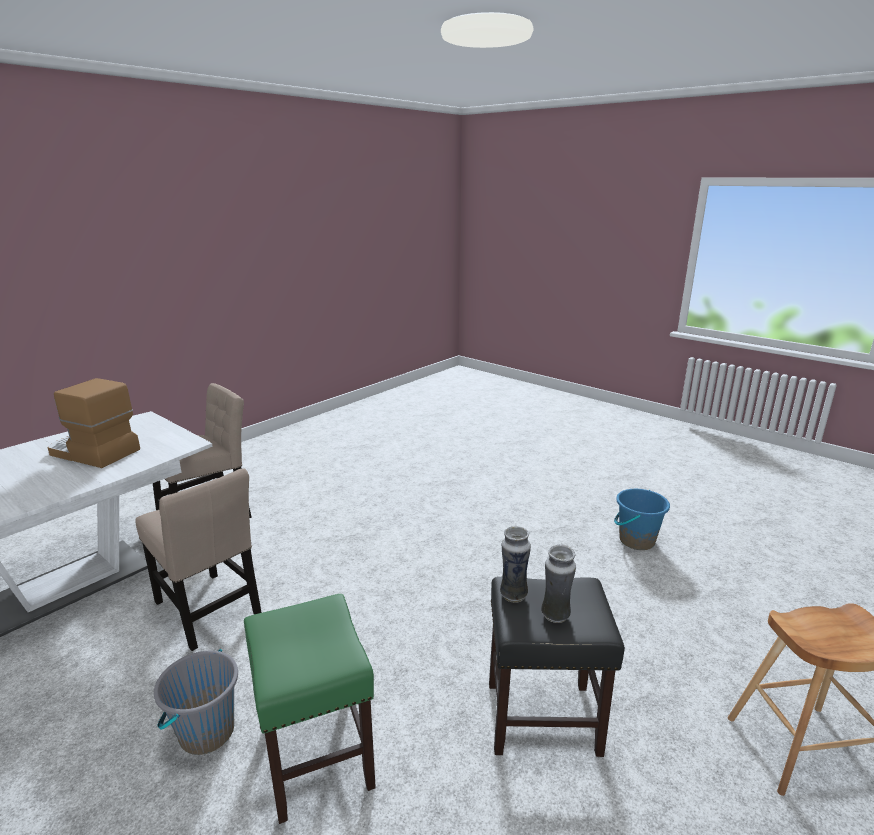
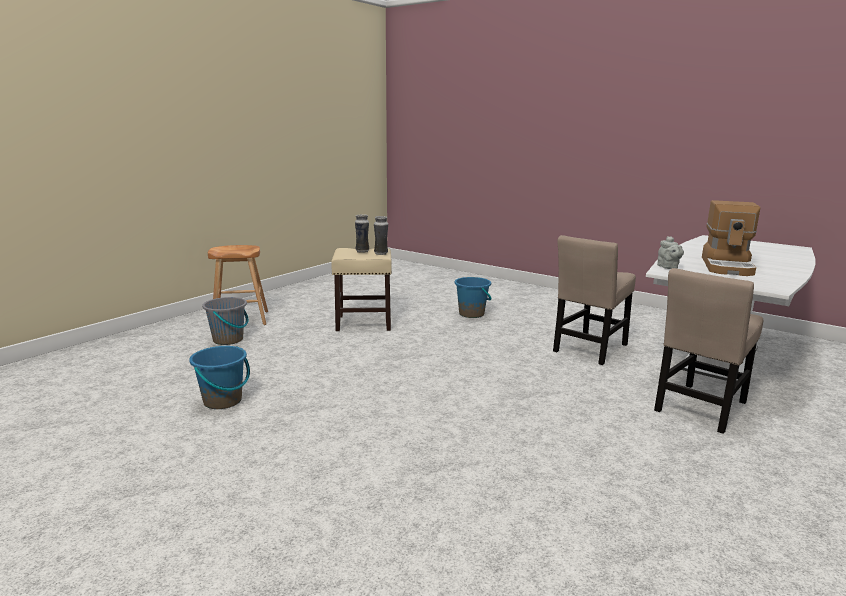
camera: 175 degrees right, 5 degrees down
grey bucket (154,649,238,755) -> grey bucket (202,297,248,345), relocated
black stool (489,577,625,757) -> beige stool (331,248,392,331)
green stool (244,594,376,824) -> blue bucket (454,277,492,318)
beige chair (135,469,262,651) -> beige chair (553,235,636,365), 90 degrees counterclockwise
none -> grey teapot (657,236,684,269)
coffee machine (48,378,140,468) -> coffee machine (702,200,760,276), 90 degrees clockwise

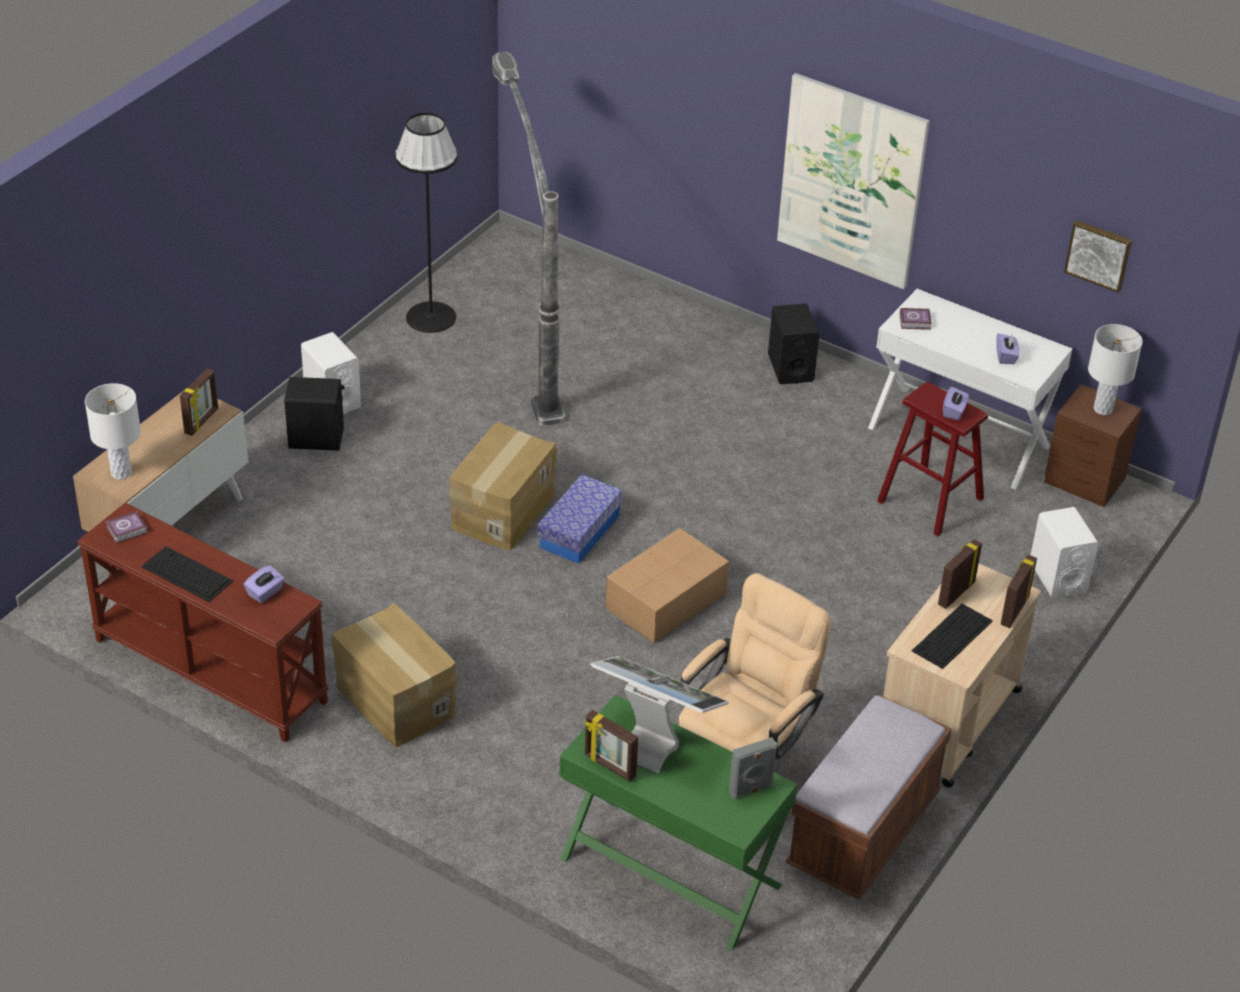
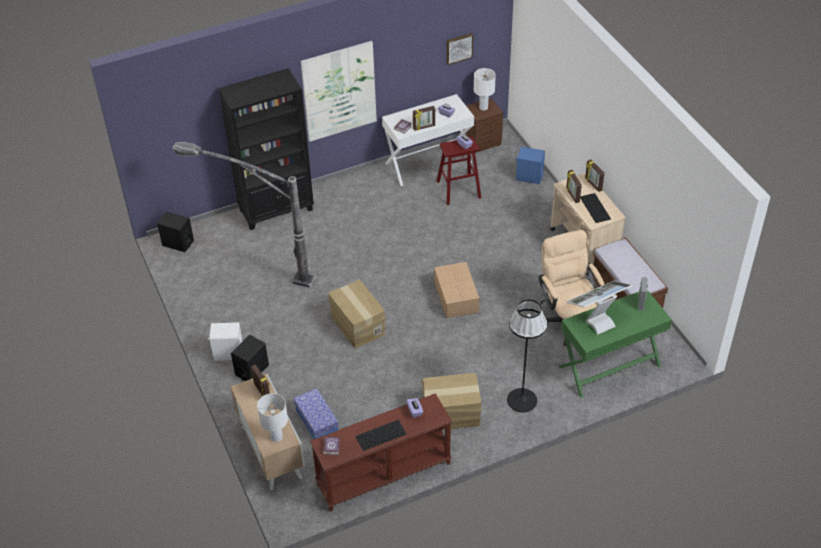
camera: 55 degrees left, 5 degrees up
black speaker (768,304,819,384) -> black speaker (157,212,194,252), relocated
none -> black bookcase (218,68,314,230)
storage box (538,474,622,564) -> storage box (294,388,339,439), relocated
picture frame (585,710,638,782) -> picture frame (413,106,435,131), relocated
black floor lamp (395,113,458,333) -> black floor lamp (507,299,547,413), relocated
white speaker (1031,507,1099,598) -> blue speaker (516,147,545,184)

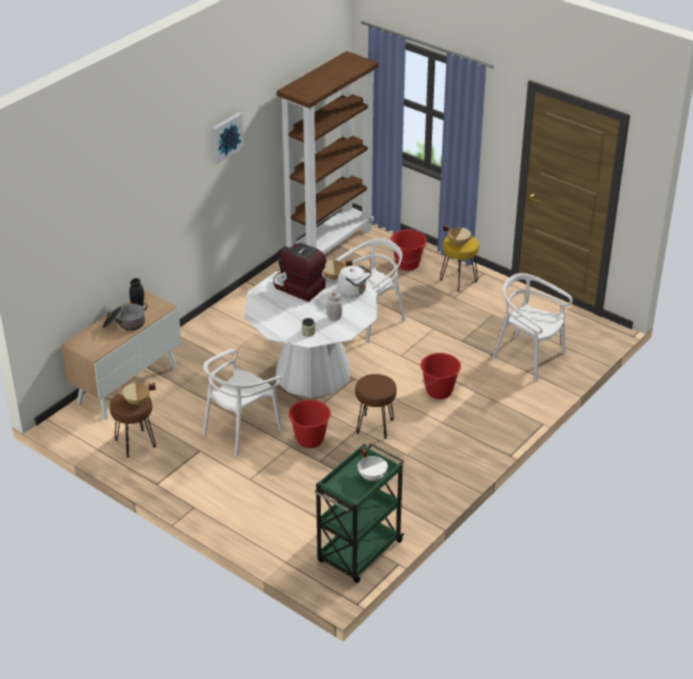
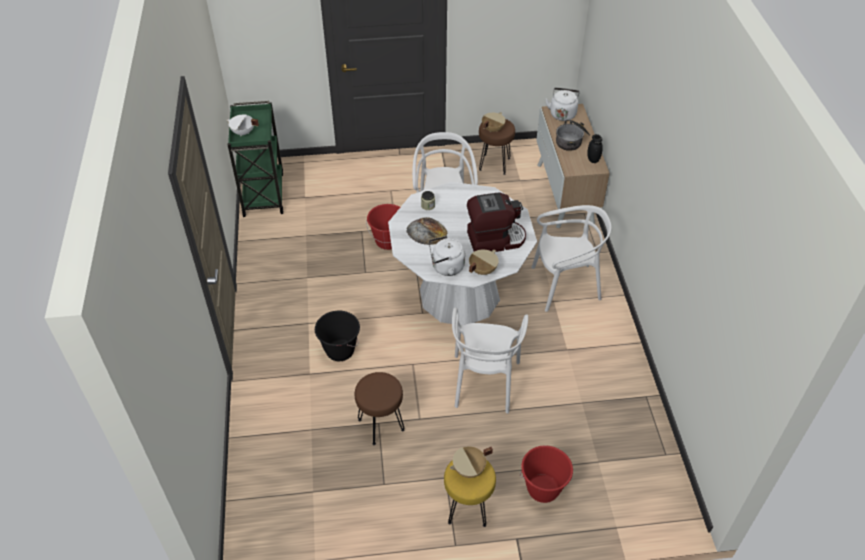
camera: 135 degrees right, 10 degrees up
red bucket (420,353,461,399) -> black bucket (315,311,360,361)
brown stool (355,374,397,439) -> brown stool (355,372,404,445), relocated
white jar (327,292,342,321) -> bread (407,217,448,245)
white chair (492,273,573,381) -> white chair (531,205,611,312), relocated
none -> white kettle (545,88,580,121)
picture (212,112,244,164) -> none
brown bookcase (277,51,378,254) -> none

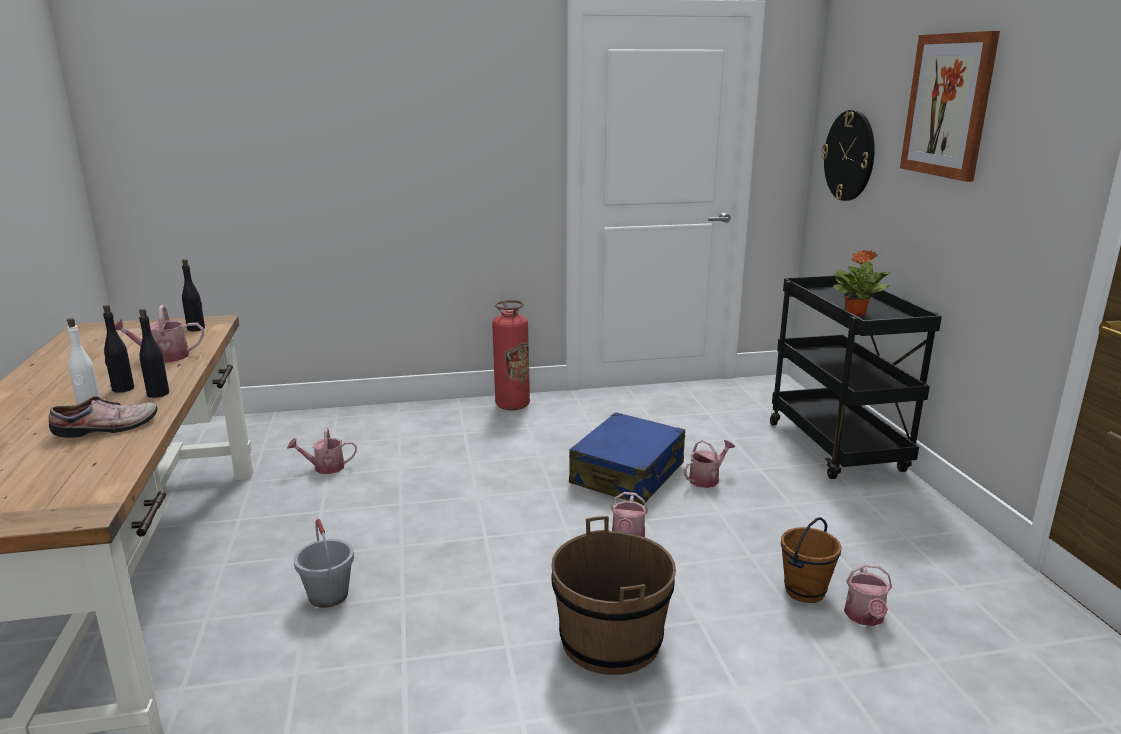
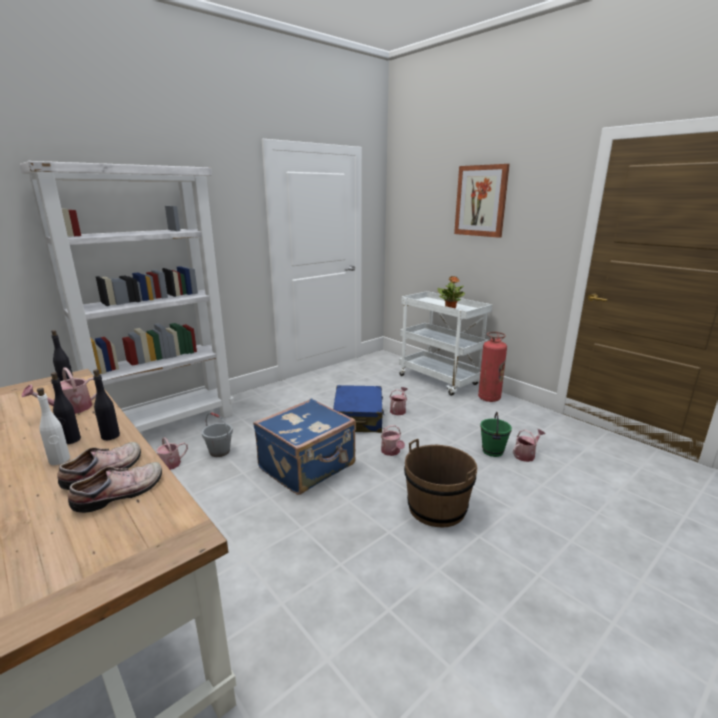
camera: 30 degrees left, 0 degrees up
none -> white bookcase (20,161,234,432)
none -> shoe (68,462,162,513)
grey bucket (294,519,354,608) -> grey bucket (202,412,233,457), relocated
none -> blue suitcase (253,399,356,495)
black cart (770,276,942,479) -> white cart (399,291,492,396)
fire extinguisher (492,300,530,410) -> fire extinguisher (478,332,507,402), relocated
brown bucket (781,517,842,603) -> green bucket (480,412,512,457)
watering can (844,564,892,626) -> watering can (513,429,545,462), 105 degrees counterclockwise
wall clock (822,110,875,201) -> none

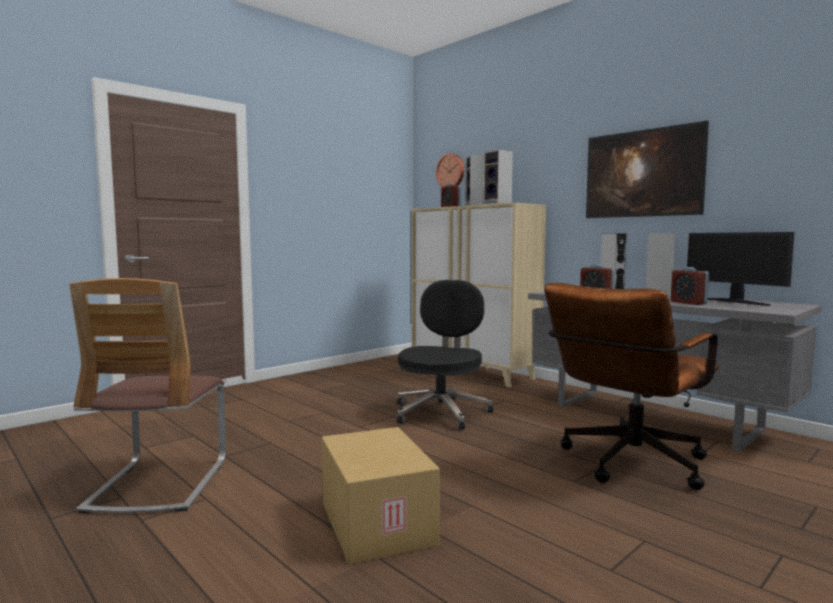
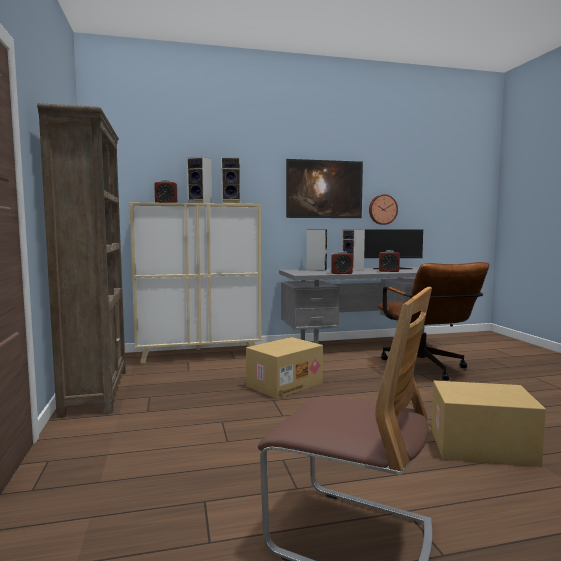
camera: 60 degrees left, 0 degrees up
none -> brown bookcase (37,103,126,418)
black office chair (397,280,493,430) -> cardboard box (246,337,323,399)
wall clock (436,154,464,187) -> wall clock (369,194,398,225), relocated

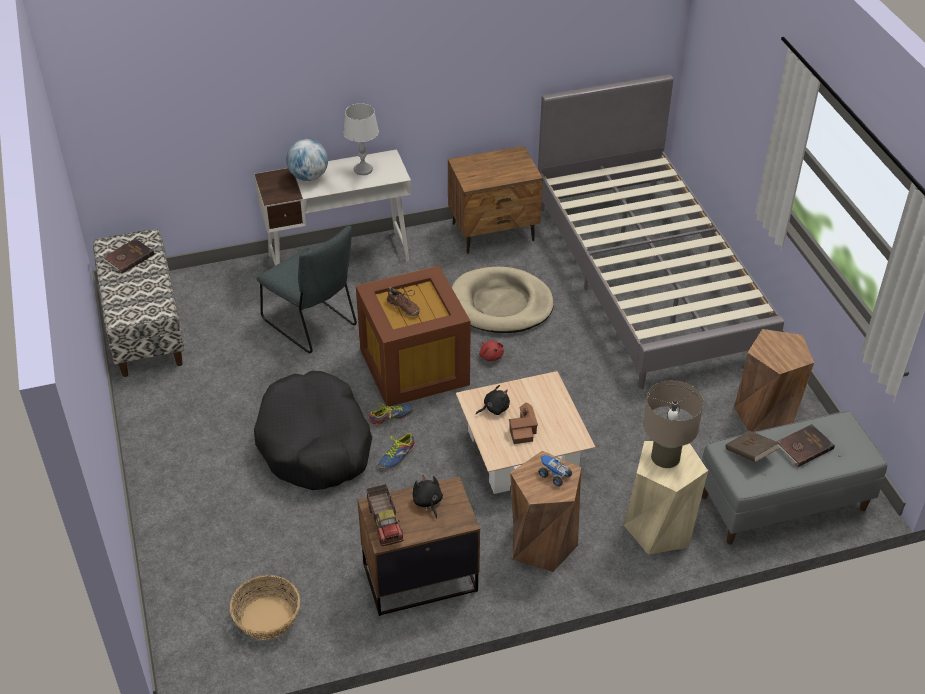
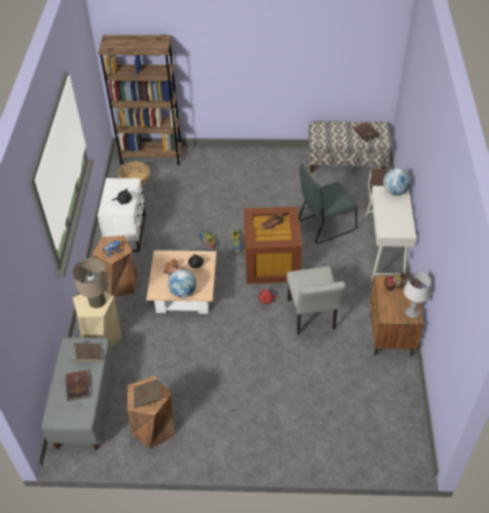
camera: 110 degrees right, 5 degrees up
brown nightstand (357,476,480,616) -> white nightstand (97,178,146,252)
none -> brown bookcase (98,35,182,165)
none -> brown book (134,379,160,408)
none -> globe (168,269,196,298)
beige dog bed (452,267,554,333) -> grey chair (287,266,346,335)
toy truck (366,484,403,546) -> toy truck (384,274,421,291), relocated
grey table lamp (343,103,379,175) -> grey table lamp (404,272,431,318), relocated
black dog bed (254,371,372,490) -> none
grey bed (538,74,784,389) -> none

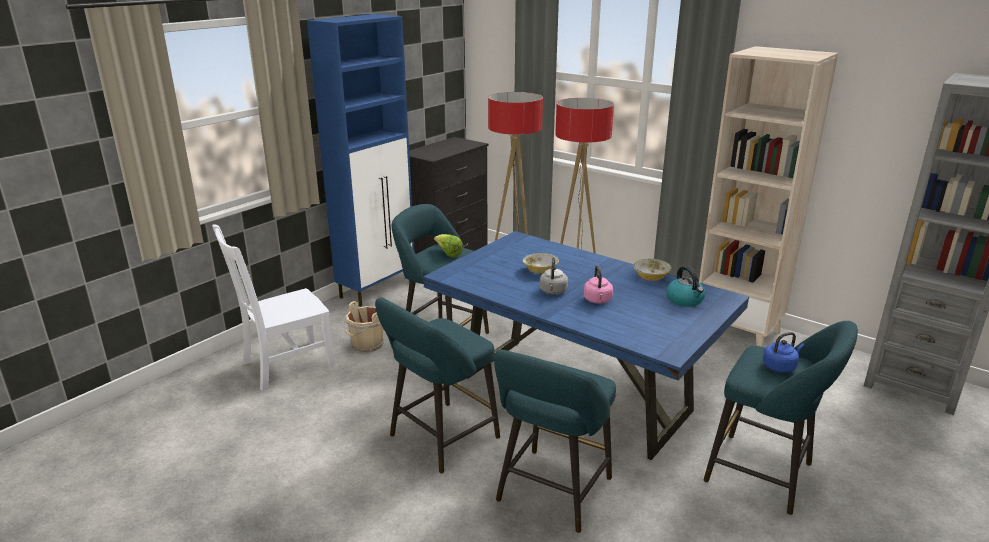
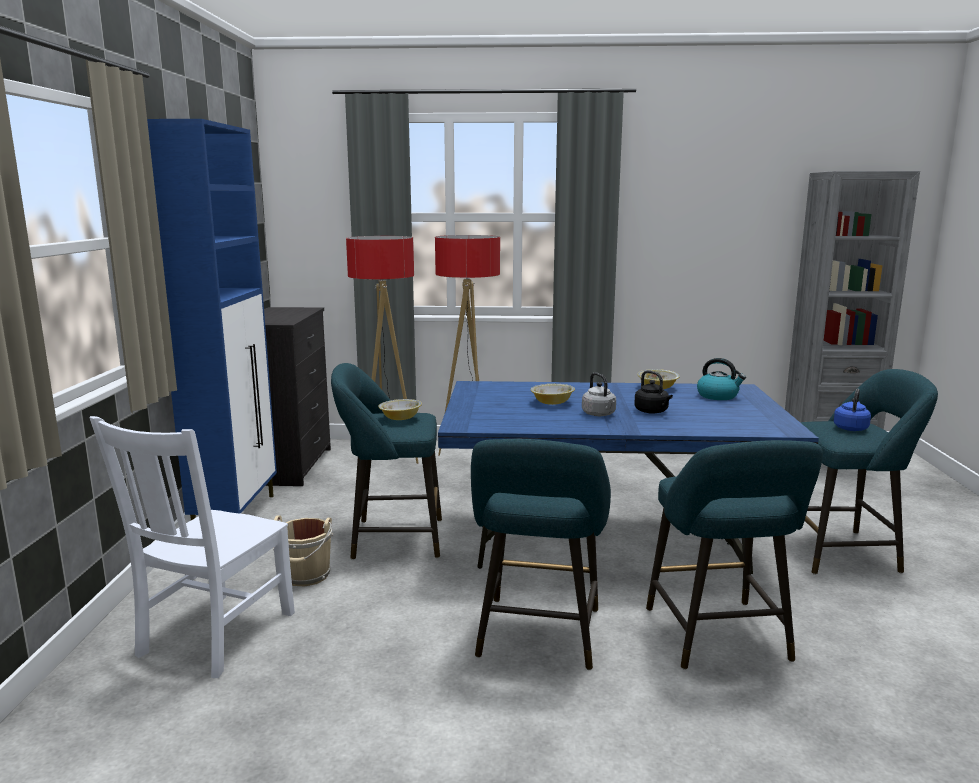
camera: 35 degrees left, 10 degrees down
lettuce (434,234,463,257) -> bowl (378,399,422,420)
pink kettle (584,265,613,304) -> black kettle (634,370,673,414)
beige bookcase (699,46,838,347) -> none

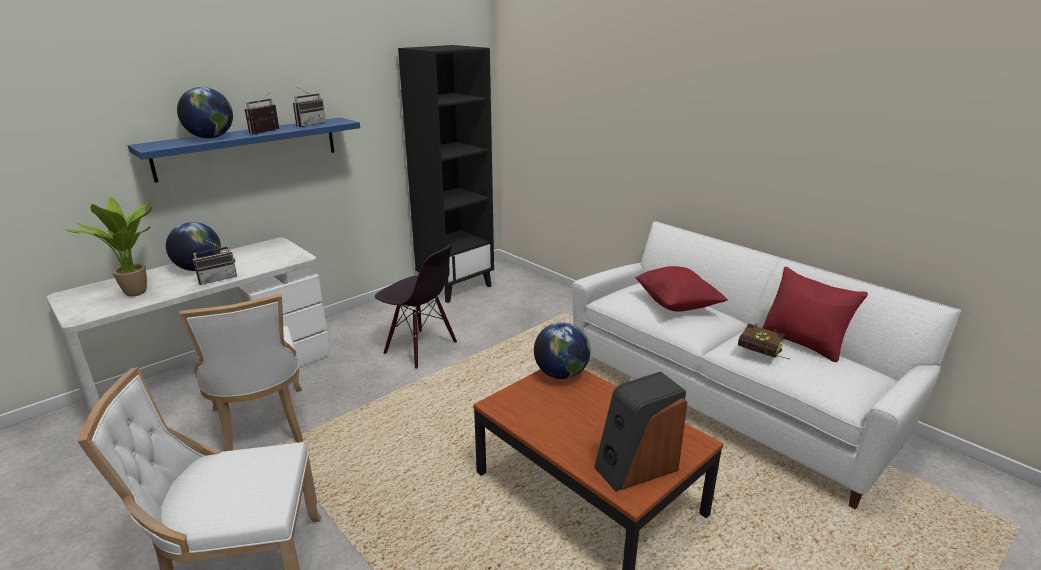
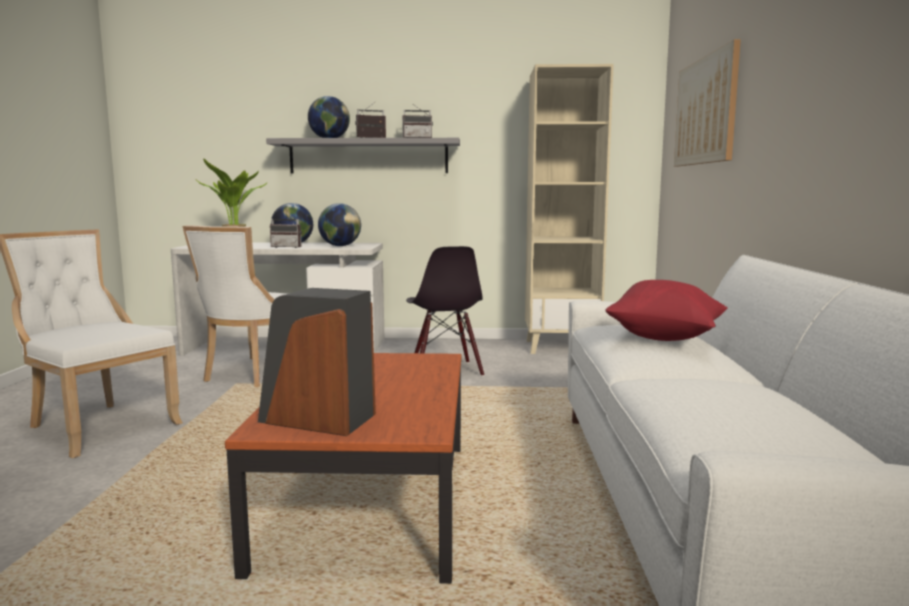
camera: 45 degrees right, 15 degrees down
blue shelf (128,117,360,182) -> grey shelf (266,138,460,174)
globe (534,322,591,379) -> globe (318,203,361,246), relocated
black bookcase (398,45,494,303) -> beige bookcase (525,64,614,354)
none -> picture (674,39,741,166)
book (738,323,790,360) -> none
red pillow (762,267,868,362) -> none

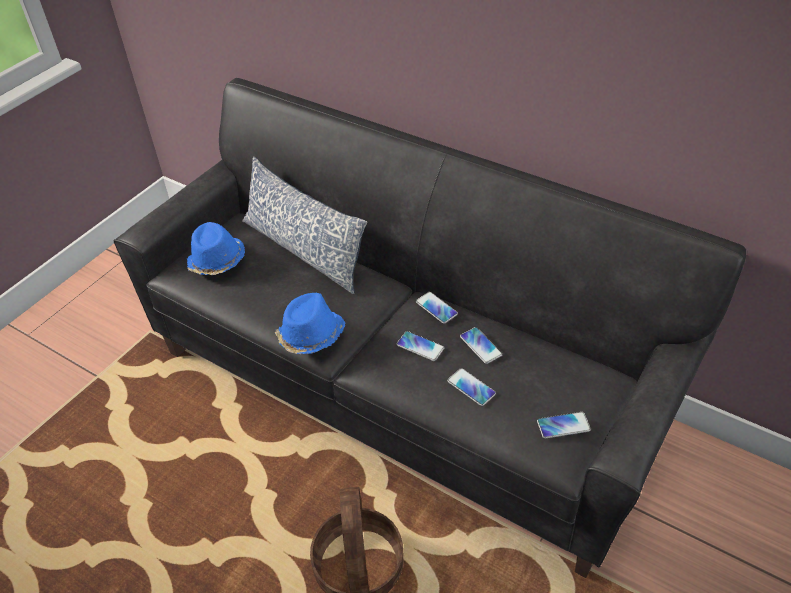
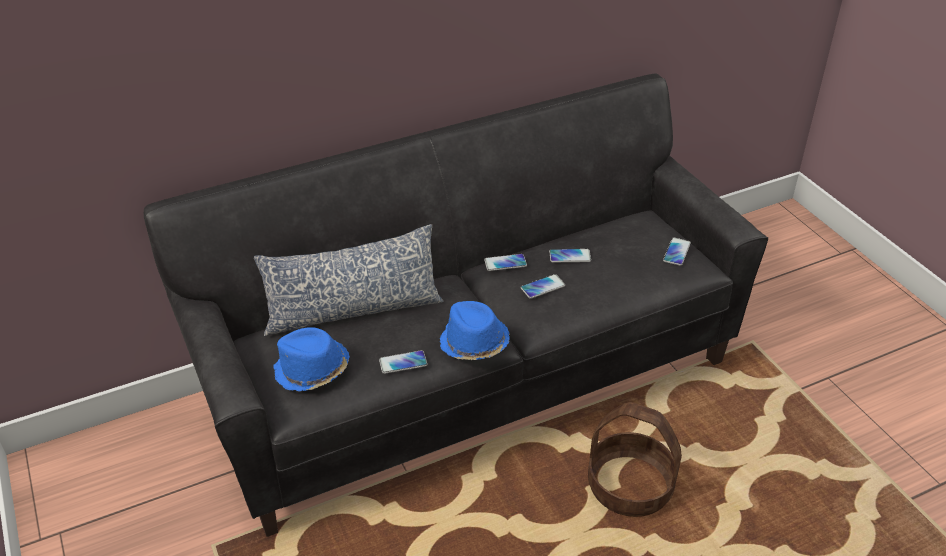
camera: 60 degrees left, 5 degrees down
phone (447,368,496,406) -> phone (379,350,427,374), relocated

